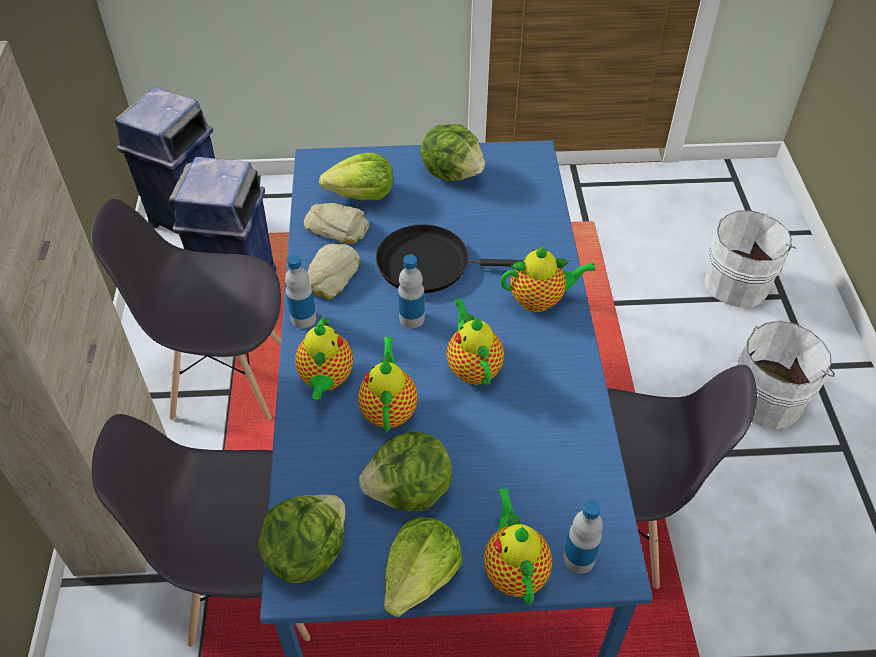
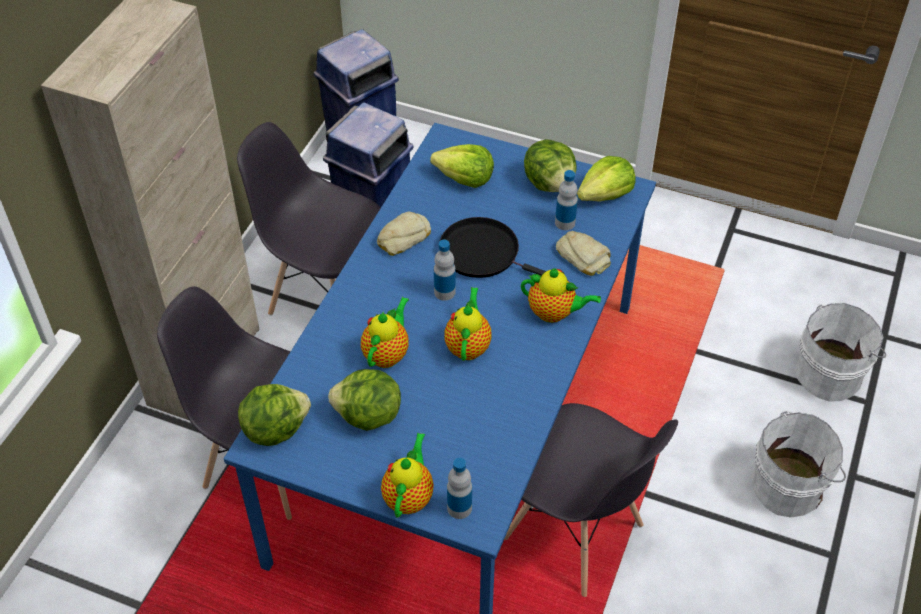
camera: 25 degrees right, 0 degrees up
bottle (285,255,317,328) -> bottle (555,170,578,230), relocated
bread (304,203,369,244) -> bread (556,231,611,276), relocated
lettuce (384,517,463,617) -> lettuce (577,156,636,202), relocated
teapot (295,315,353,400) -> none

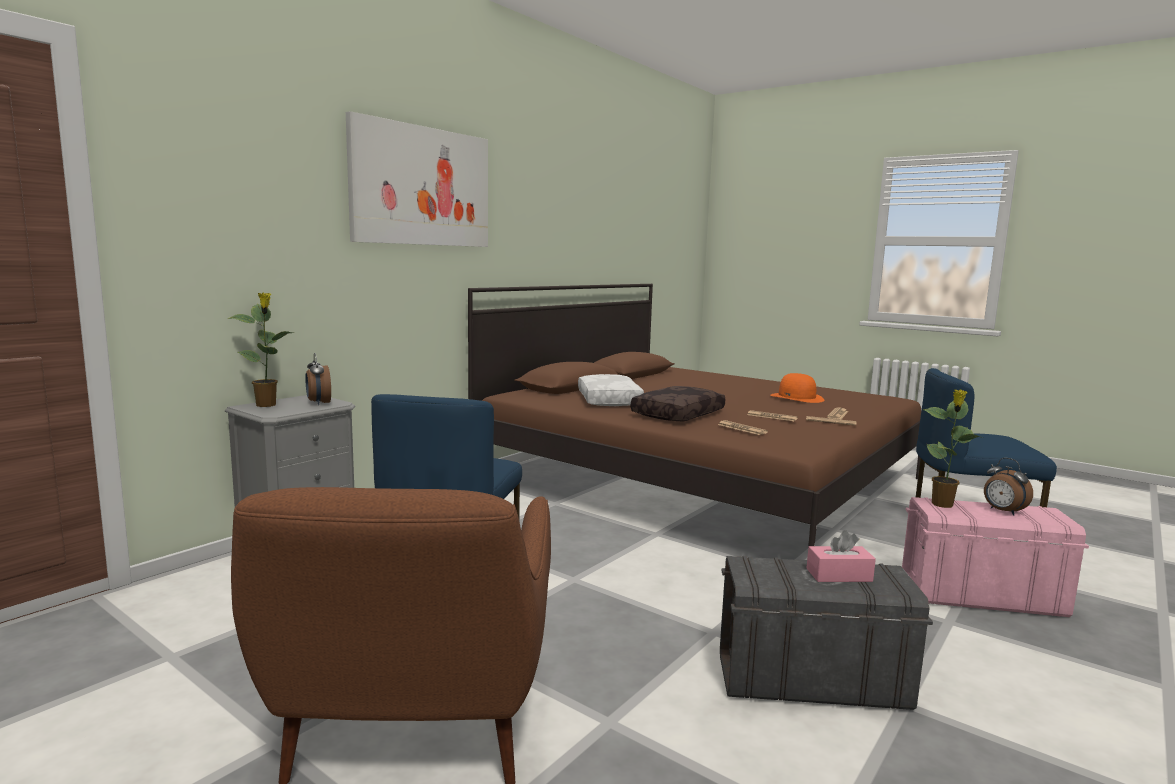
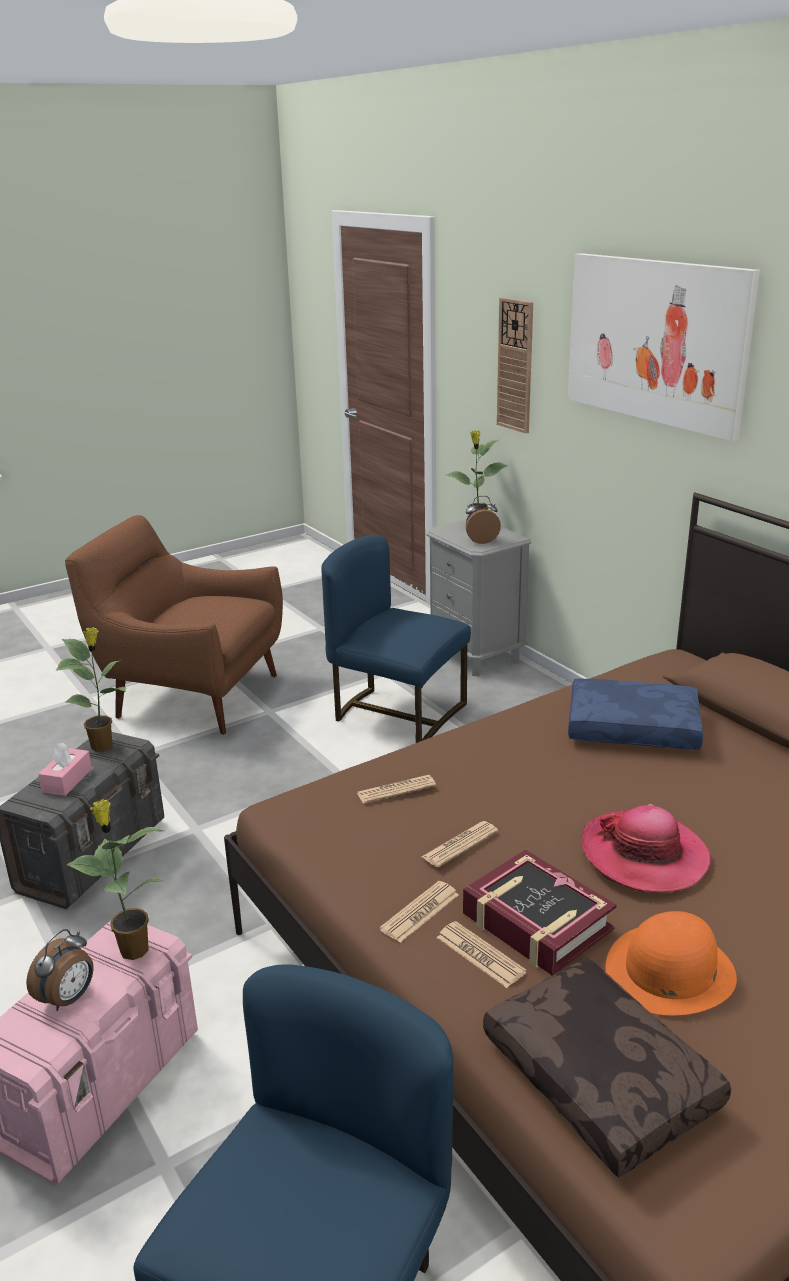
camera: 110 degrees right, 15 degrees up
alarm clock (984,457,1033,515) -> alarm clock (26,929,94,1011), 135 degrees clockwise
none -> potted plant (55,627,127,752)
none -> book (463,850,616,976)
brown pillow (631,386,725,422) -> brown pillow (483,958,731,1177), relocated
none -> wall clock (497,297,533,433)
white pillow (578,374,644,406) -> blue pillow (568,678,703,750)
none -> hat (581,804,712,893)

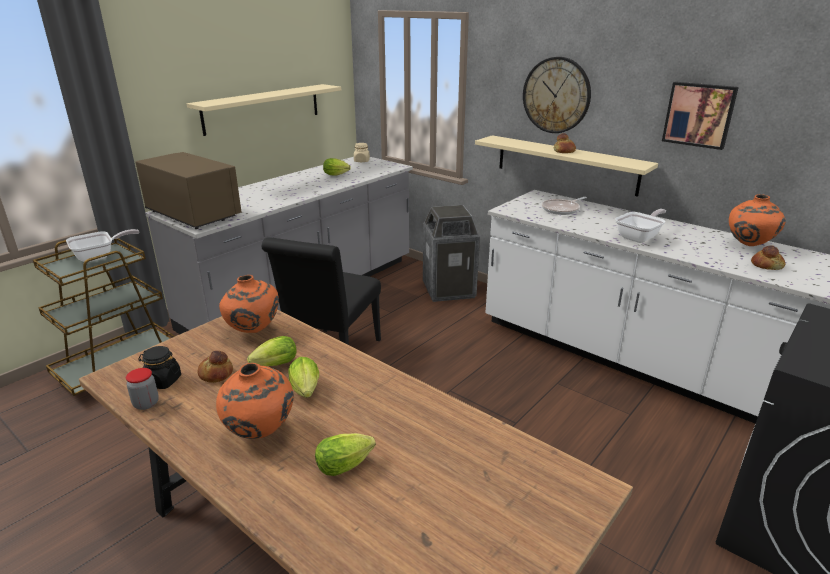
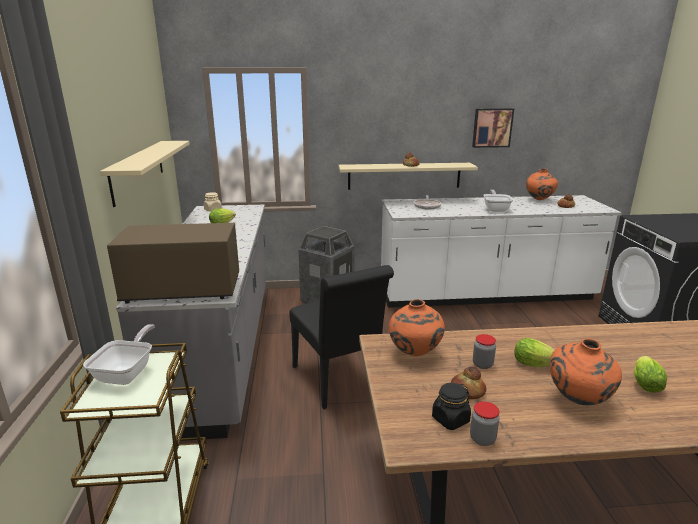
camera: 45 degrees left, 5 degrees down
lettuce (247,336,296,366) -> jar (473,334,496,369)
wall clock (523,57,591,133) -> none

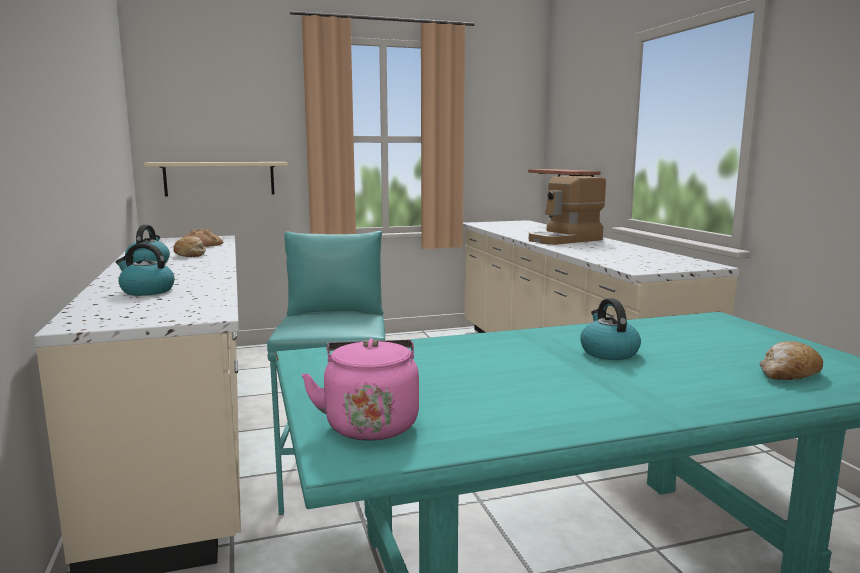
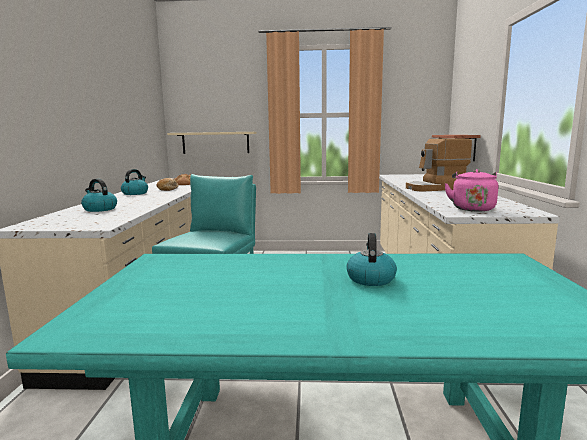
camera: 20 degrees right, 0 degrees up
pink kettle (302,338,419,440) -> pink kettle (444,169,498,211), relocated
bread (759,341,823,380) -> none

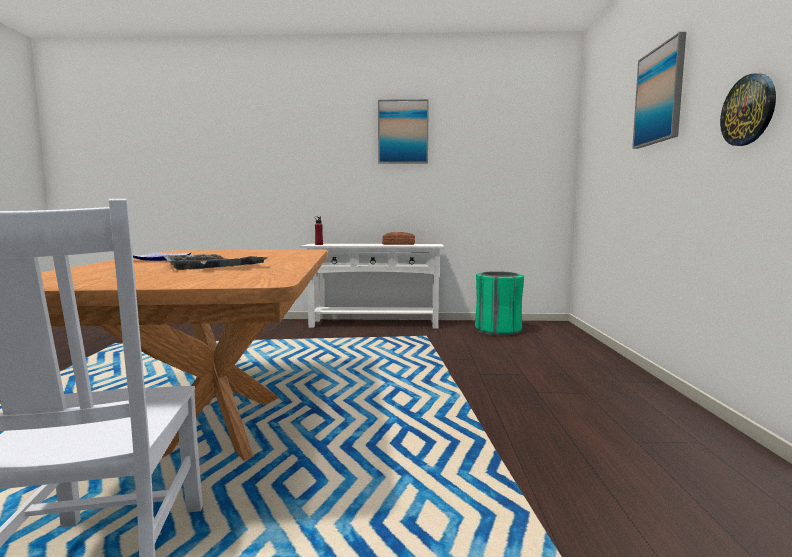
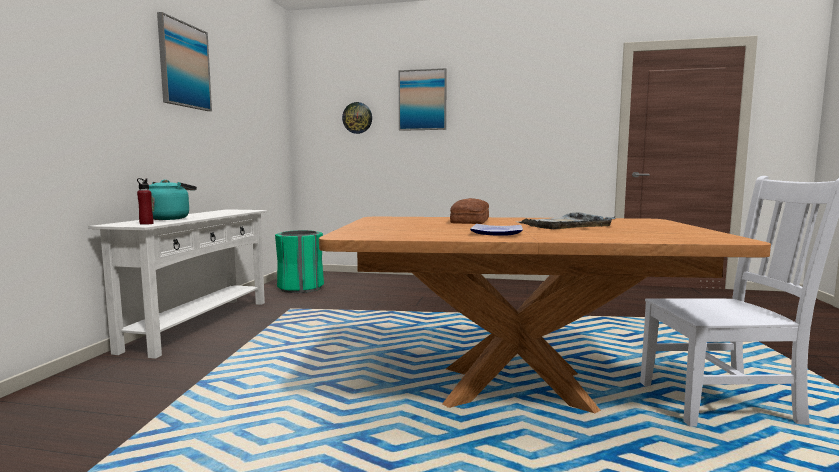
camera: 80 degrees left, 0 degrees up
none -> turquoise kettle (149,179,197,220)
wall clock (720,73,776,146) -> wall clock (342,102,372,134), relocated
bread (382,232,415,245) -> bread (450,198,489,224), relocated

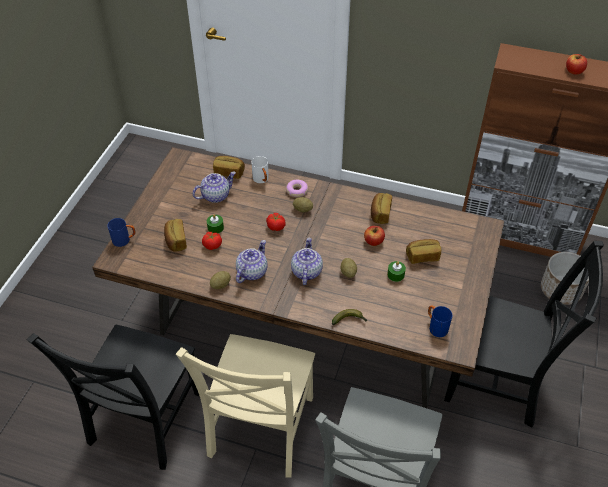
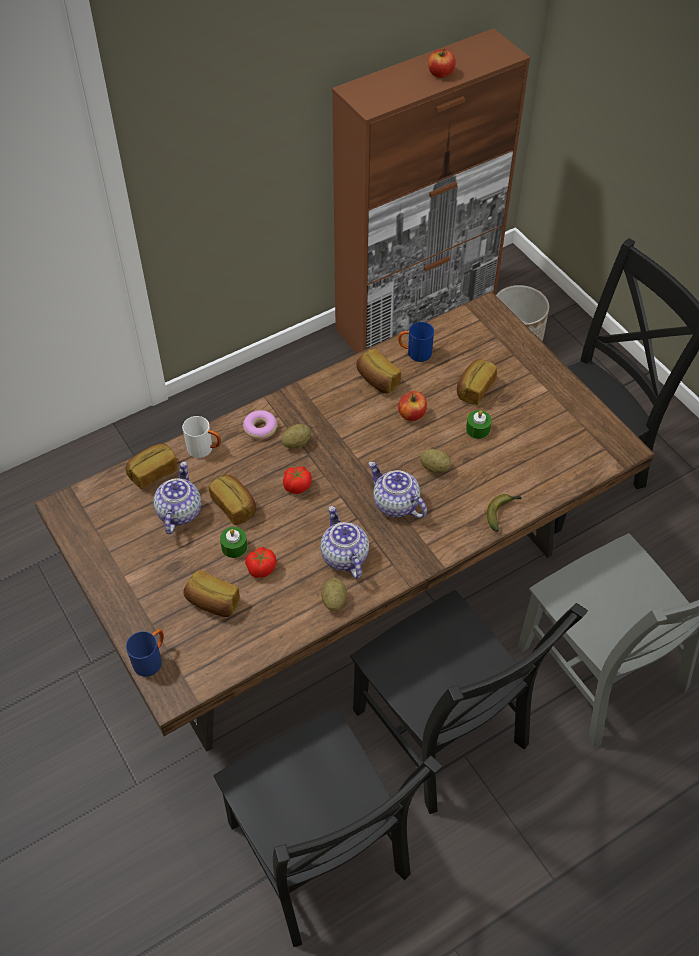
camera: 50 degrees left, 5 degrees up
none -> bread (209,475,256,525)
beige chair (176,334,315,477) -> black chair (350,590,588,814)
blue mug (428,305,452,337) -> blue mug (398,322,434,362), relocated

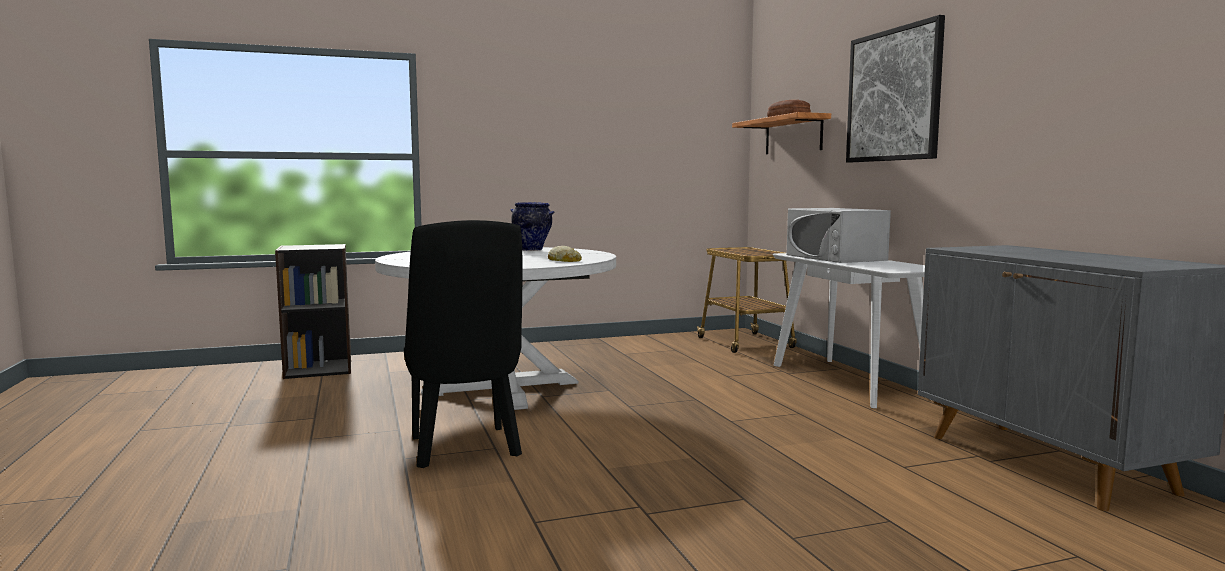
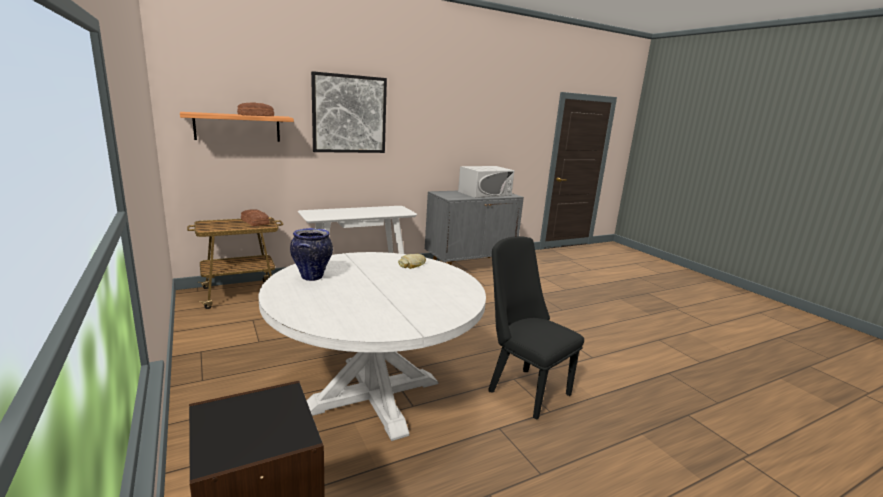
camera: 100 degrees left, 10 degrees up
none -> bread (241,209,270,226)
white microwave (787,208,891,263) -> white microwave (458,166,514,198), relocated
black chair (404,220,523,468) -> black chair (489,236,584,420), 105 degrees counterclockwise

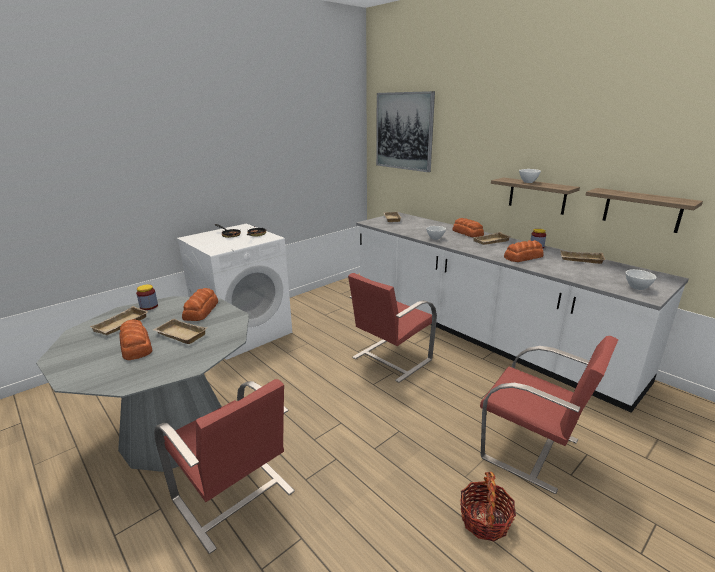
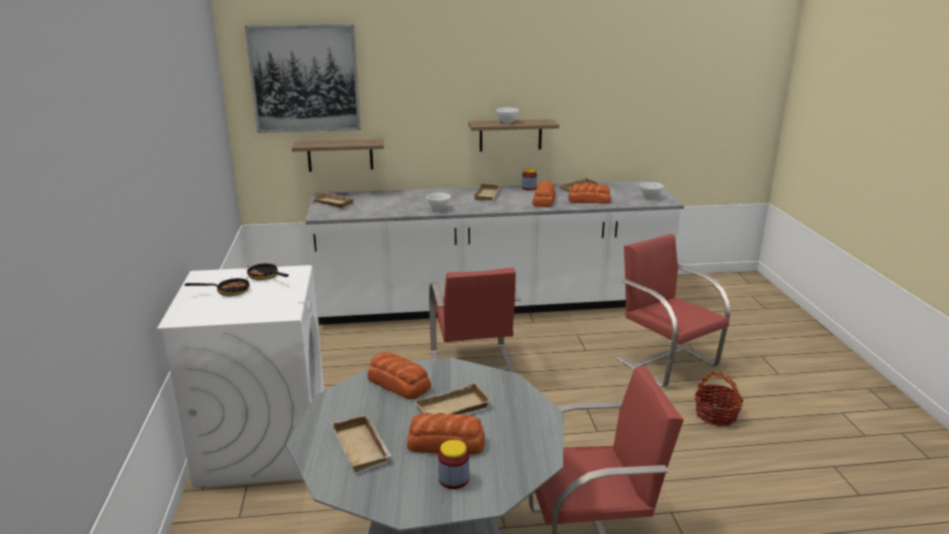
camera: 55 degrees left, 0 degrees up
shelf (586,188,703,233) -> shelf (292,139,384,172), relocated
jar (136,285,158,310) -> jar (438,440,469,489), relocated
bread (452,218,484,237) -> bread (568,183,611,204), relocated
red chair (480,336,618,494) -> red chair (617,234,730,387), 105 degrees counterclockwise

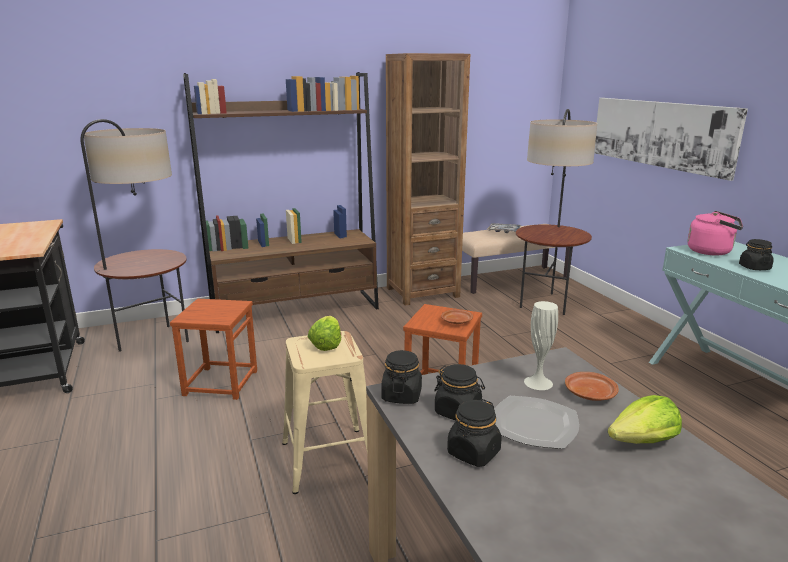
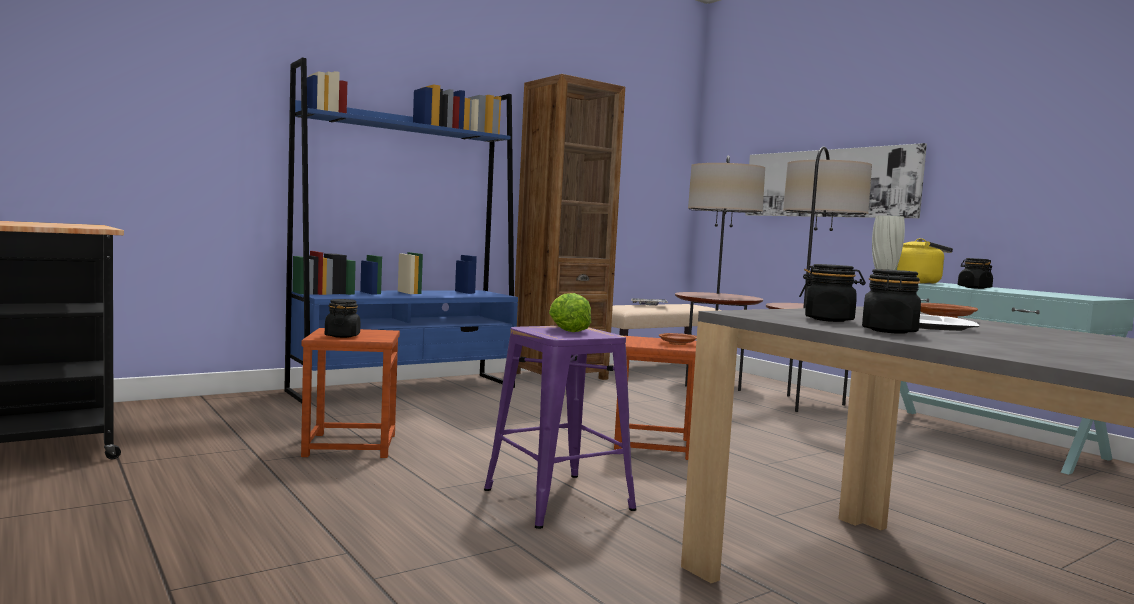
camera: 15 degrees left, 15 degrees down
brown bookcase (183,72,379,333) -> blue bookcase (284,58,518,403)
black jar (381,350,422,404) -> black jar (325,299,361,338), relocated
beige stool (282,331,367,494) -> purple stool (484,326,636,529)
floor lamp (80,119,189,352) -> floor lamp (766,146,872,412), relocated
pink kettle (687,211,743,255) -> yellow kettle (895,238,953,284)
lettuce (608,395,682,444) -> none

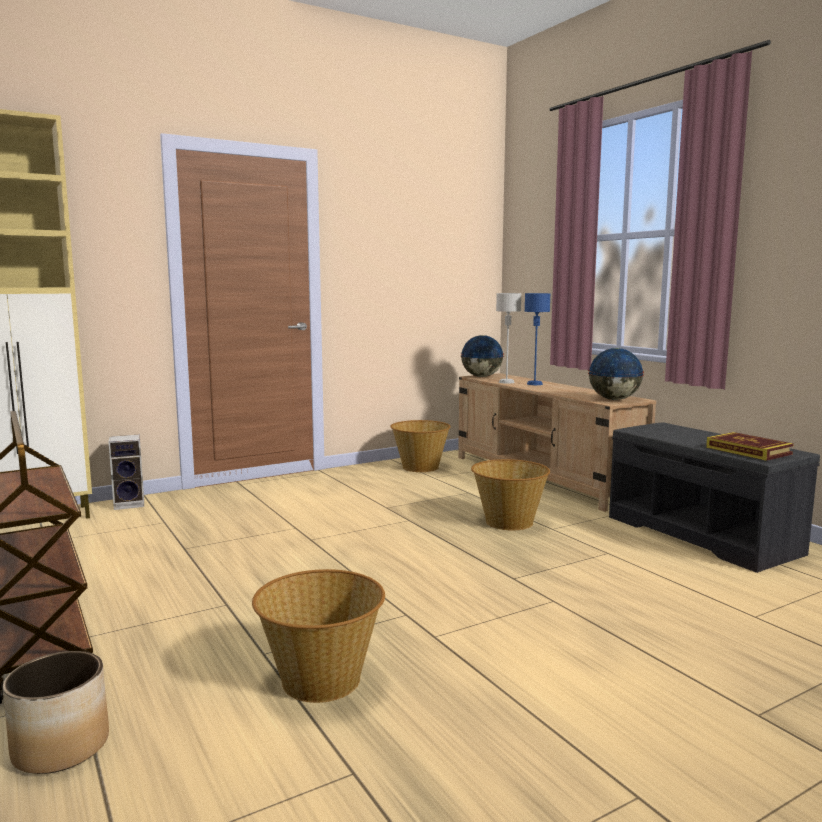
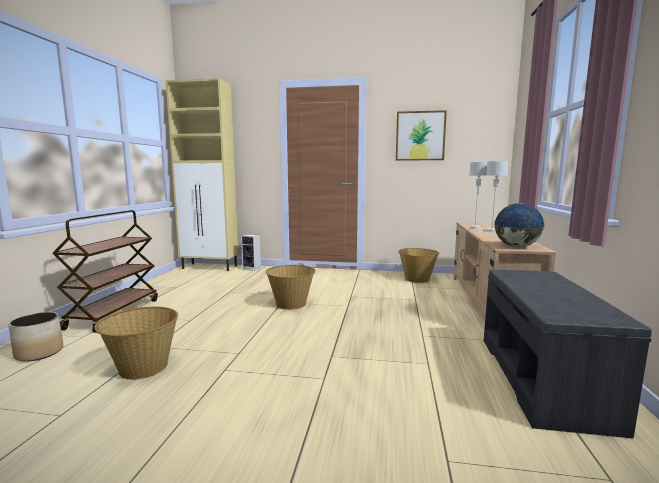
camera: 40 degrees right, 0 degrees up
basket (471,459,550,530) -> basket (266,265,316,310), relocated
none -> picture (396,110,447,161)
blue table lamp (524,293,551,385) -> grey table lamp (486,161,509,232)
globe (461,335,504,377) -> none
book (706,432,794,461) -> none

